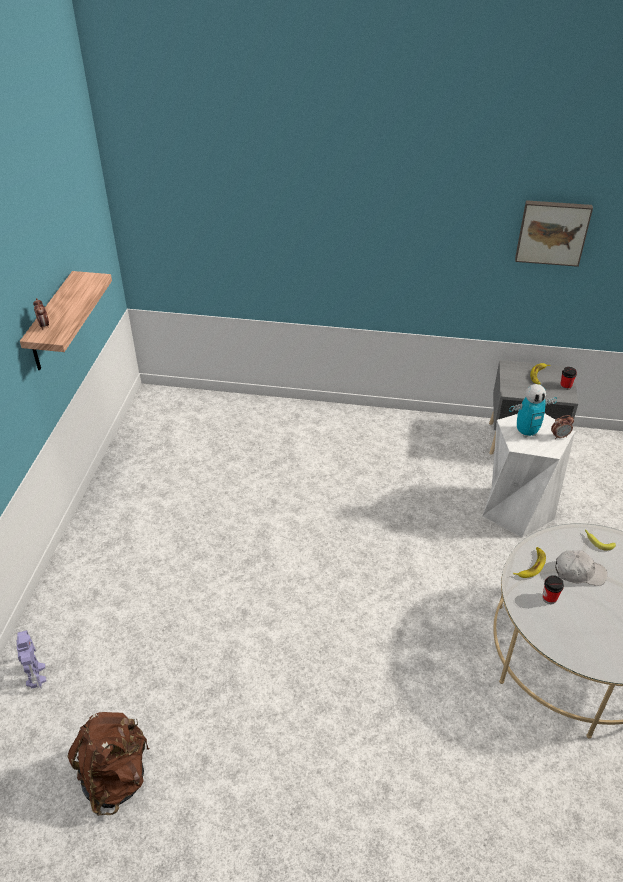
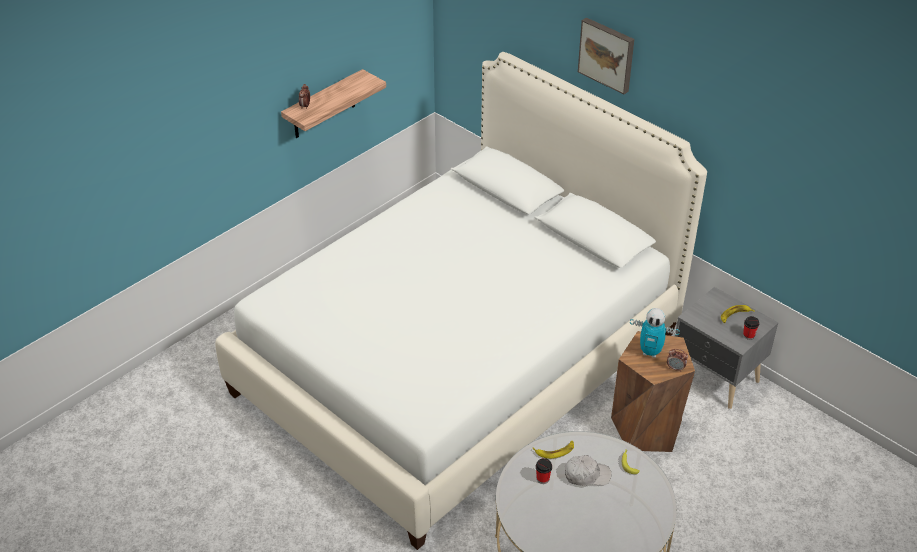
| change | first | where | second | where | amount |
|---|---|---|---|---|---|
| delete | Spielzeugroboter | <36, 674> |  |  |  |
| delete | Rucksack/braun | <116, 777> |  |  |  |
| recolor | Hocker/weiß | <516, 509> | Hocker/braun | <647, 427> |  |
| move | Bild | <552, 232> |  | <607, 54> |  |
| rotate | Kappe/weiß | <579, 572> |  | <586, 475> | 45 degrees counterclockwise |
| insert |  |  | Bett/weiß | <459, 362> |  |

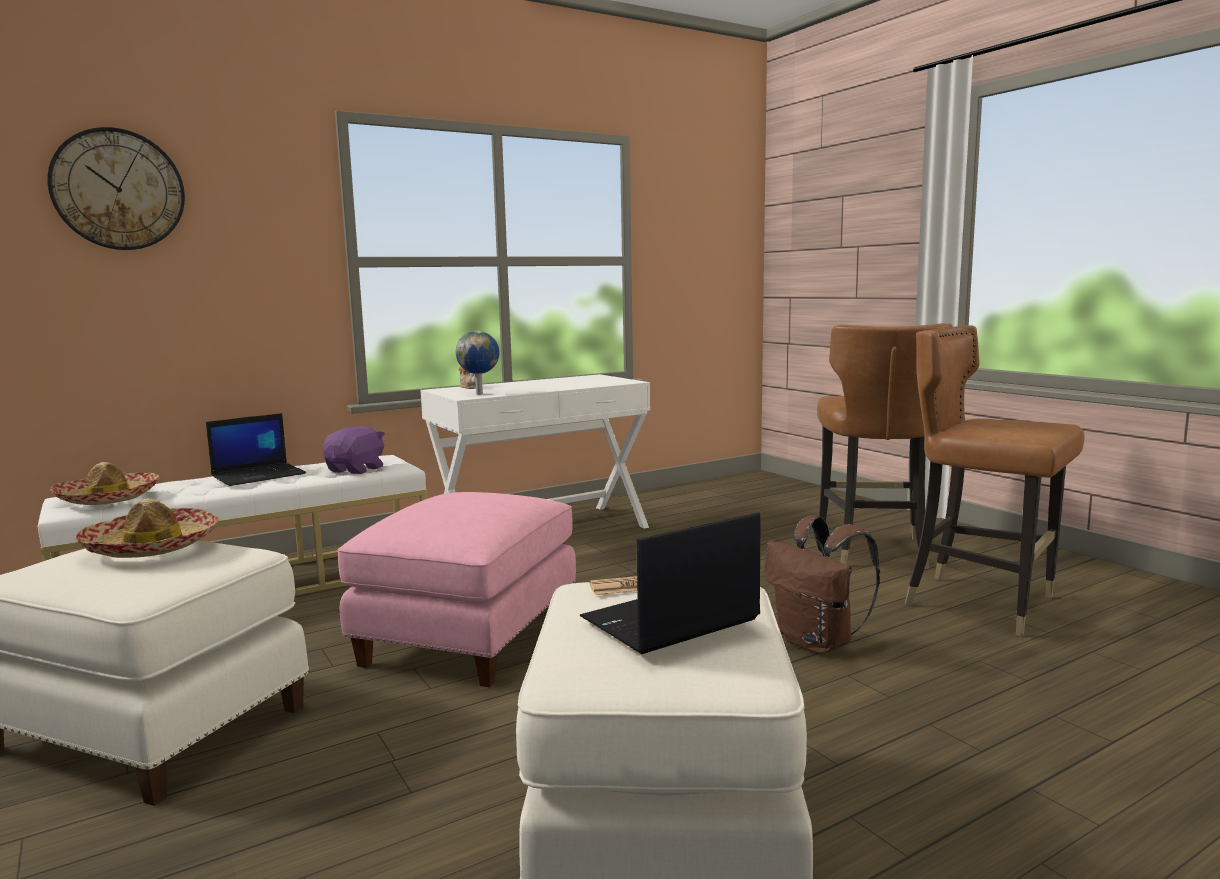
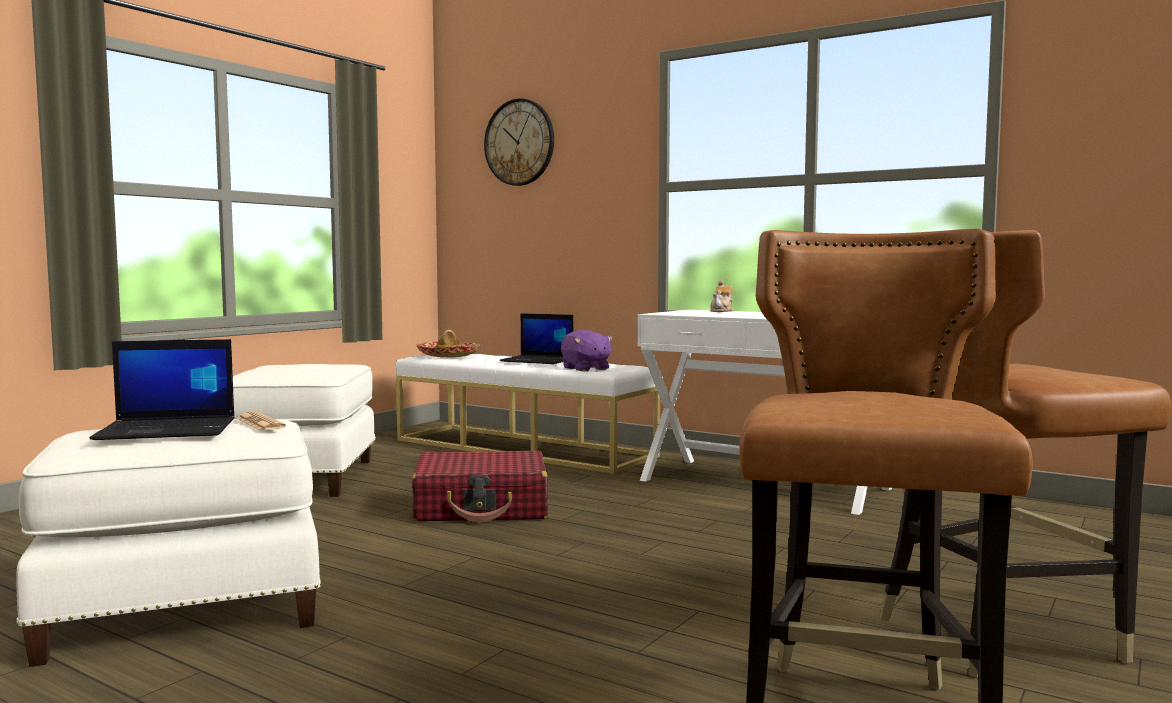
| change | first | where | second | where | amount |
|---|---|---|---|---|---|
| delete | Hut | <152, 547> |  |  |  |
| rotate | Plüschtier/lila | <356, 470> |  | <585, 369> | 60 degrees clockwise |
| replace | Polsterhocker/rosa | <468, 636> | Koffer/rot | <482, 507> |  |
| delete | Globus | <480, 393> |  |  |  |
| rotate | Laptop | <669, 620> |  | <169, 430> | 135 degrees clockwise |
| delete | Rucksack/braun | <818, 643> |  |  |  |

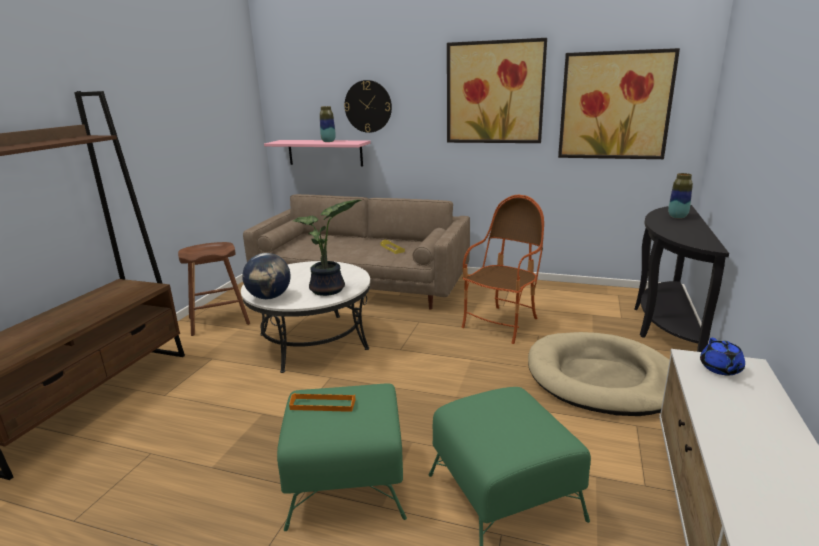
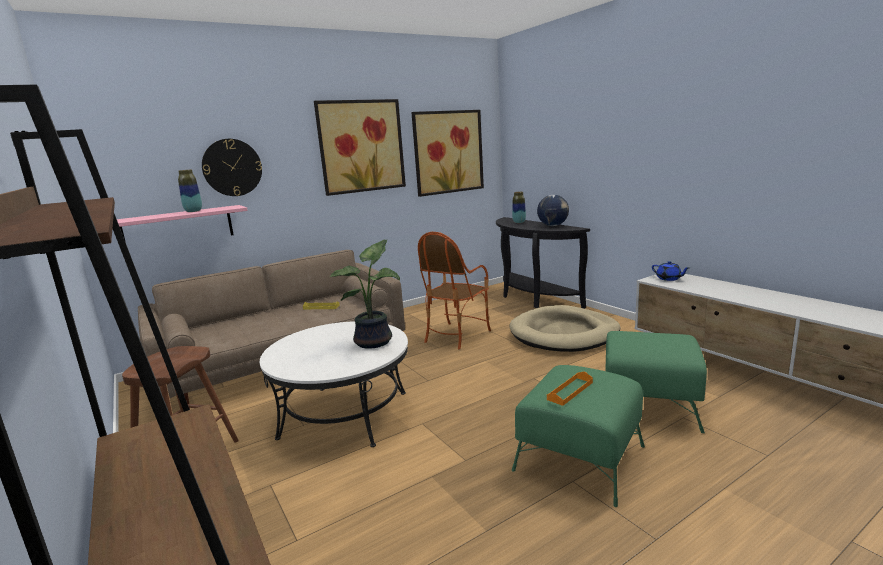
| change | first | where | second | where | amount |
|---|---|---|---|---|---|
| move | Globus | <269, 297> |  | <553, 225> |  |
| rotate | Sessel | <502, 324> |  | <456, 335> | 135 degrees counterclockwise |

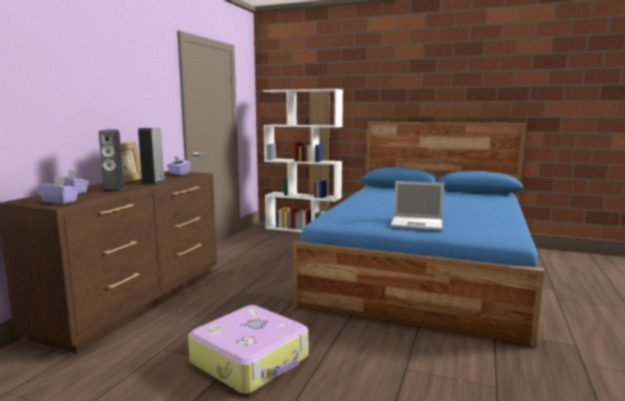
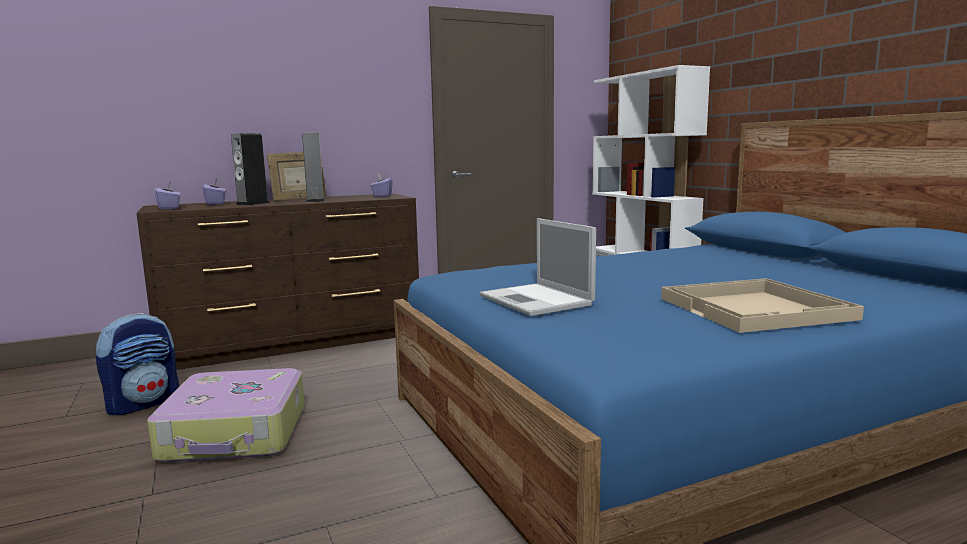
| change | first | where | second | where | amount |
|---|---|---|---|---|---|
| insert |  |  | Rucksack | <144, 403> |  |
| insert |  |  | Tablett/beige | <756, 308> |  |

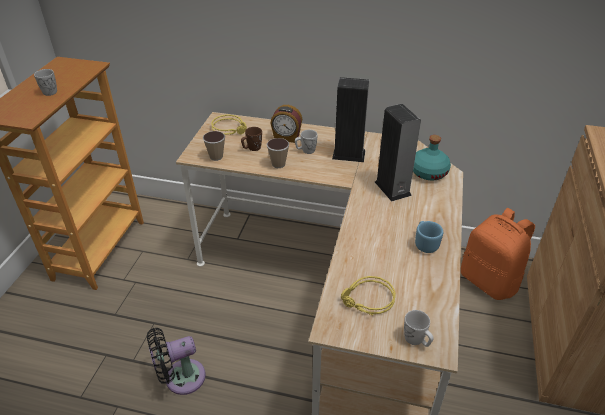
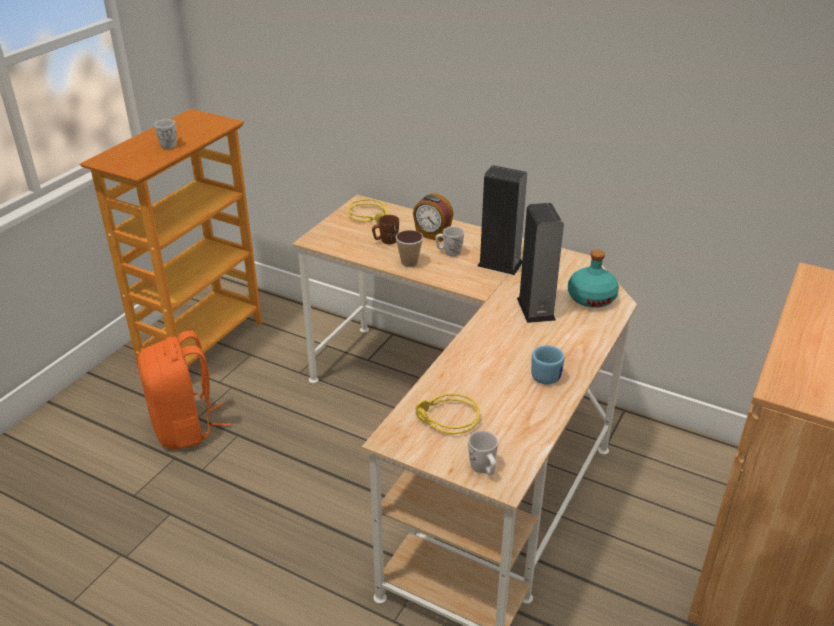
| change | first | where | second | where | amount |
|---|---|---|---|---|---|
| delete | Ventilator/schwarz | <180, 378> |  |  |  |
| delete | Tasse | <216, 157> |  |  |  |
| move | Rucksack/orange | <489, 281> |  | <186, 427> |  |

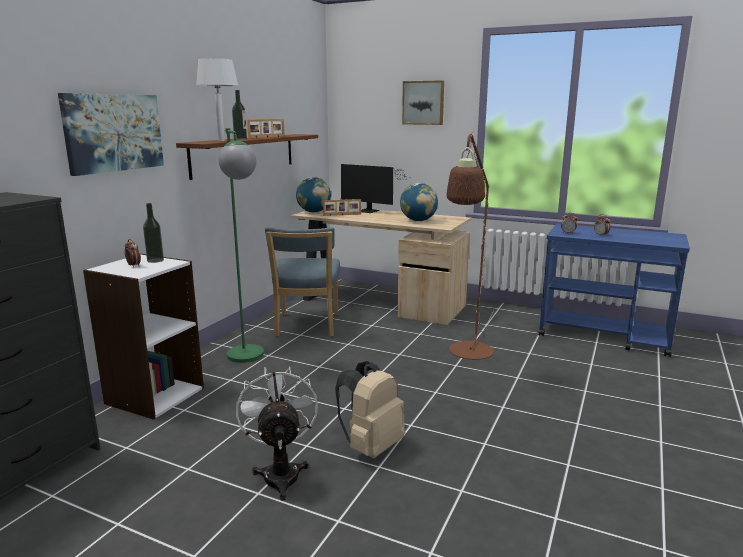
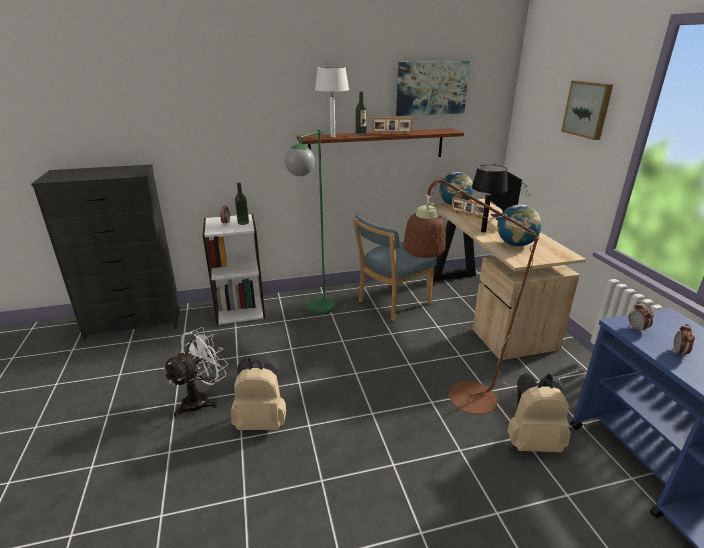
| change | first | where | second | where | amount |
|---|---|---|---|---|---|
| move | Bild | <113, 132> |  | <431, 88> |  |
| insert |  |  | Tischlampe/schwarz | <483, 231> |  |
| insert |  |  | Rucksack/beige | <532, 441> |  |

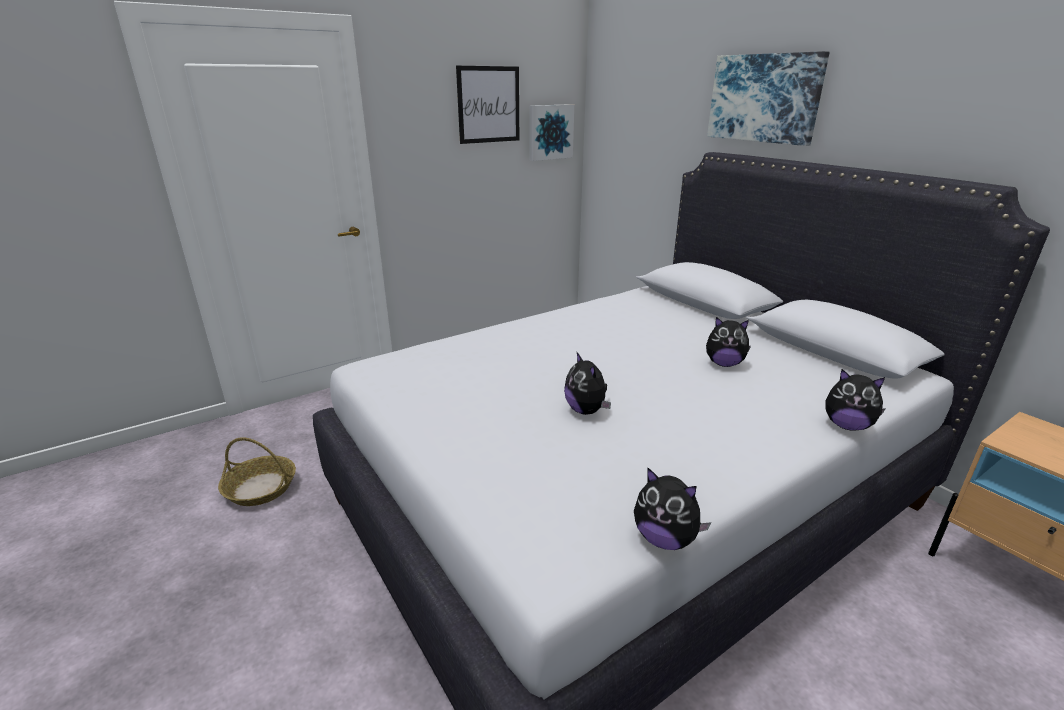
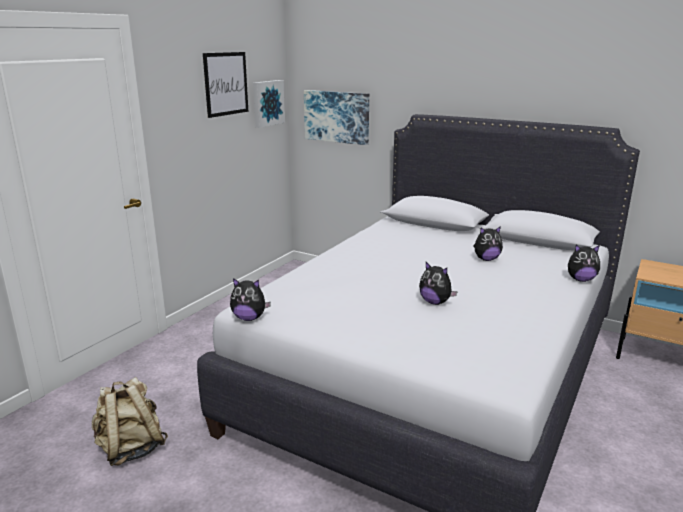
| change | first | where | second | where | amount |
|---|---|---|---|---|---|
| replace | Korb | <260, 488> | Rucksack/beige | <131, 449> |  |
| move | Plüschtier | <665, 539> |  | <249, 318> |  |
| move | Bild | <764, 98> |  | <337, 116> |  |

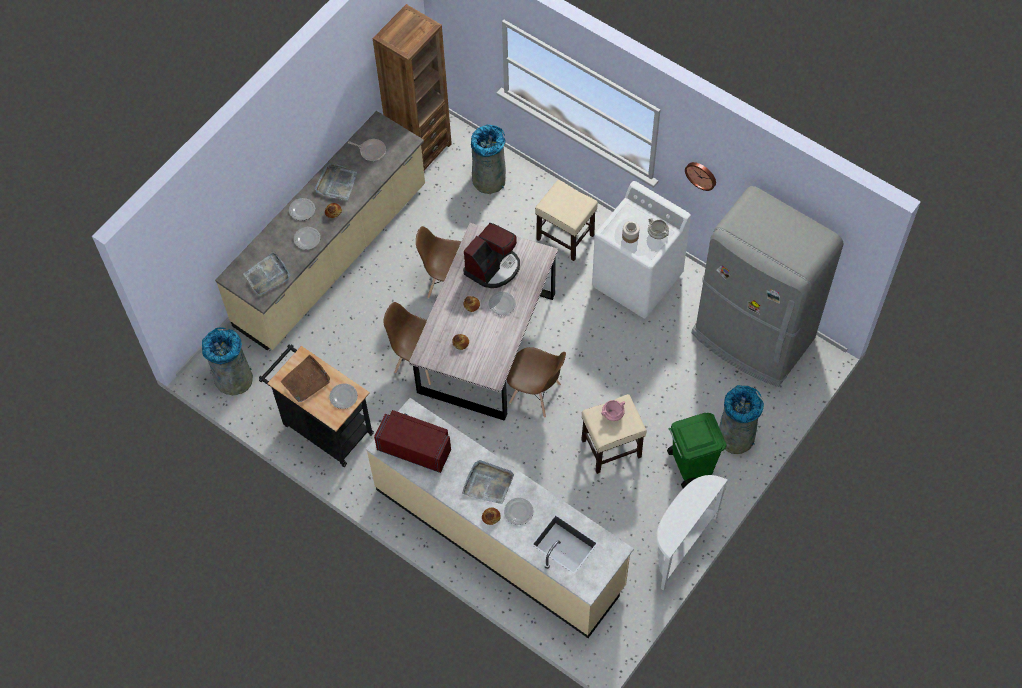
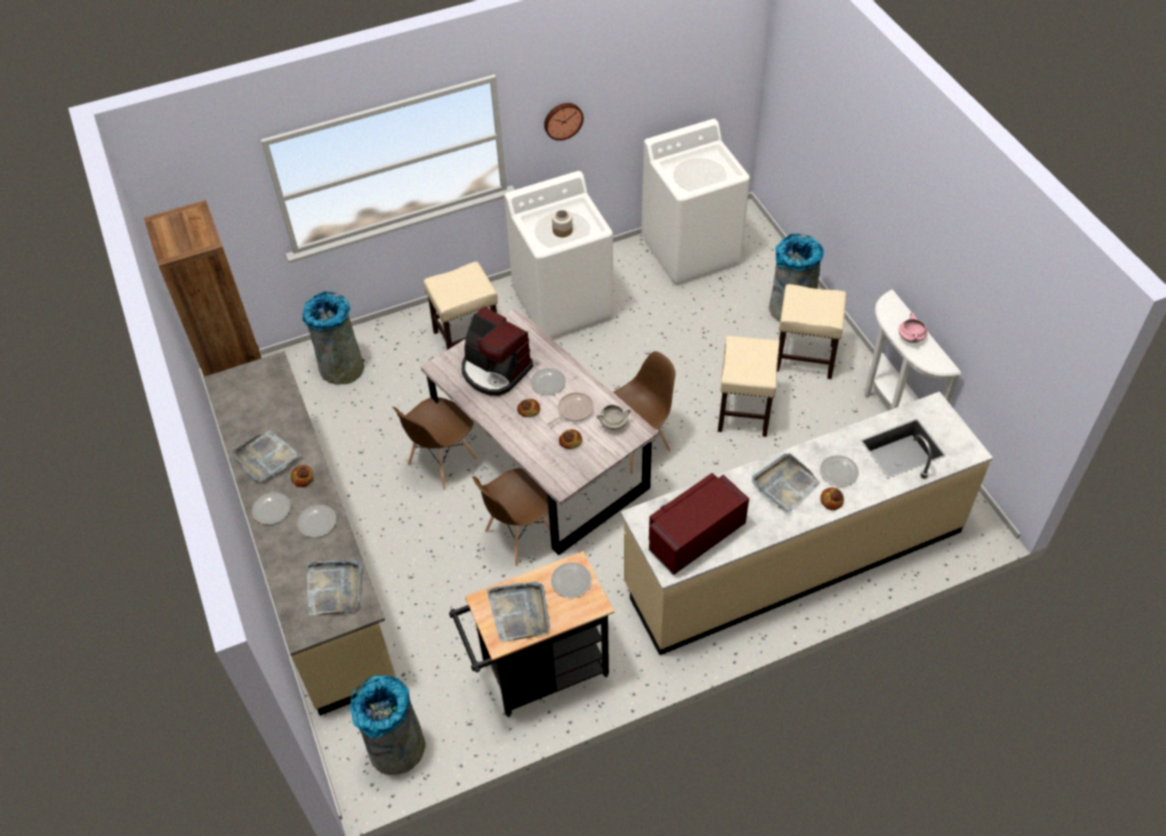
| change | first | where | second | where | amount |
|---|---|---|---|---|---|
| recolor | Tablett/braun | <306, 380> | Tablett/grau | <519, 612> |  |
| move | Pfanne | <371, 151> |  | <573, 410> |  |
| rotate | Kaffeemaschine | <493, 267> |  | <495, 370> | 150 degrees clockwise |
| move | Kochtopf/rosa | <612, 414> |  | <911, 338> |  |
| move | Kochtopf/weiß | <658, 234> |  | <613, 424> |  |
| replace | Mülleimer/grün | <691, 466> | Hocker/beige | <804, 358> |  |
| replace | Kühlschrank/grau | <752, 337> | Waschmaschine/weiß | <691, 251> |  |

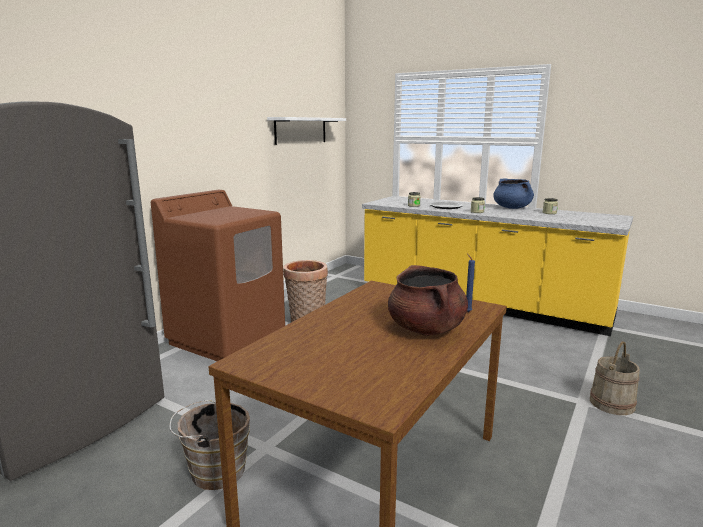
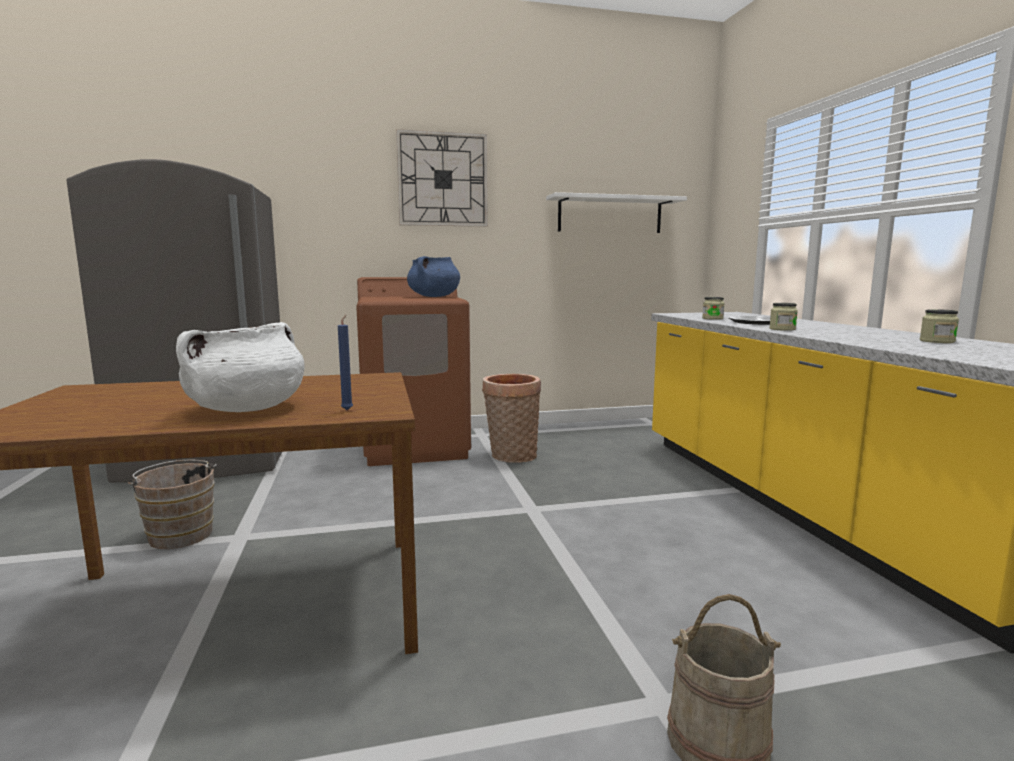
| change | first | where | second | where | amount |
|---|---|---|---|---|---|
| recolor | Kochtopf/braun | <426, 329> | Kochtopf/weiß | <247, 409> |  |
| move | Kochtopf/blau | <512, 208> |  | <434, 296> |  |
| insert |  |  | Wanduhr | <443, 179> |  |

